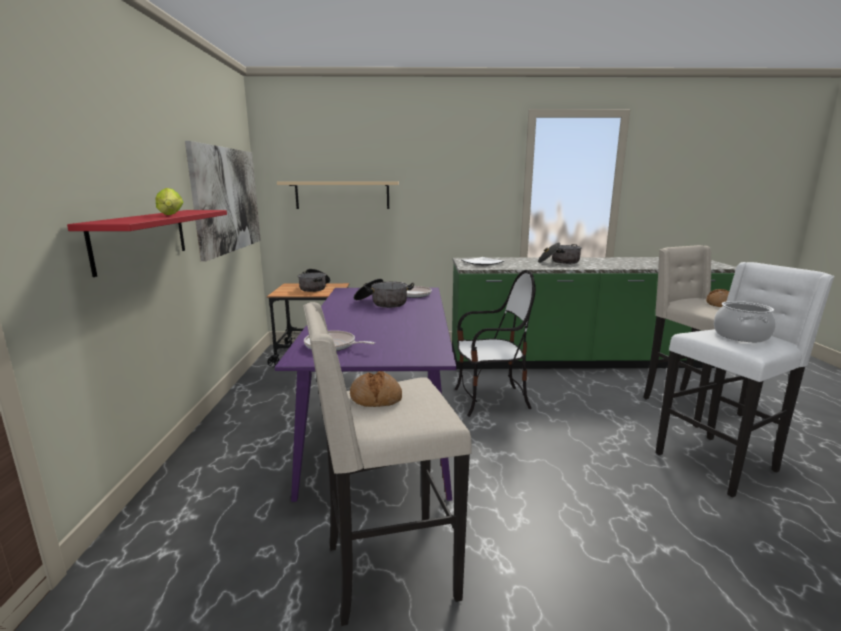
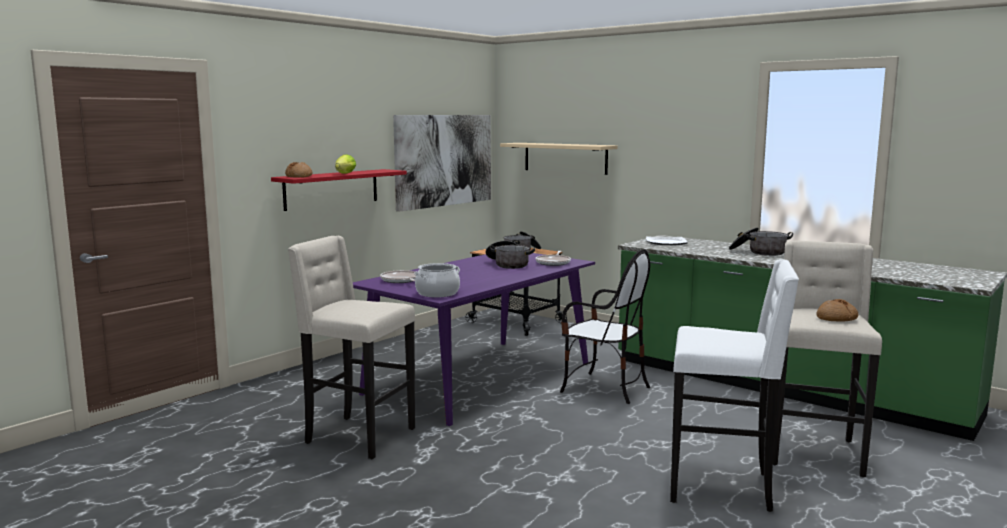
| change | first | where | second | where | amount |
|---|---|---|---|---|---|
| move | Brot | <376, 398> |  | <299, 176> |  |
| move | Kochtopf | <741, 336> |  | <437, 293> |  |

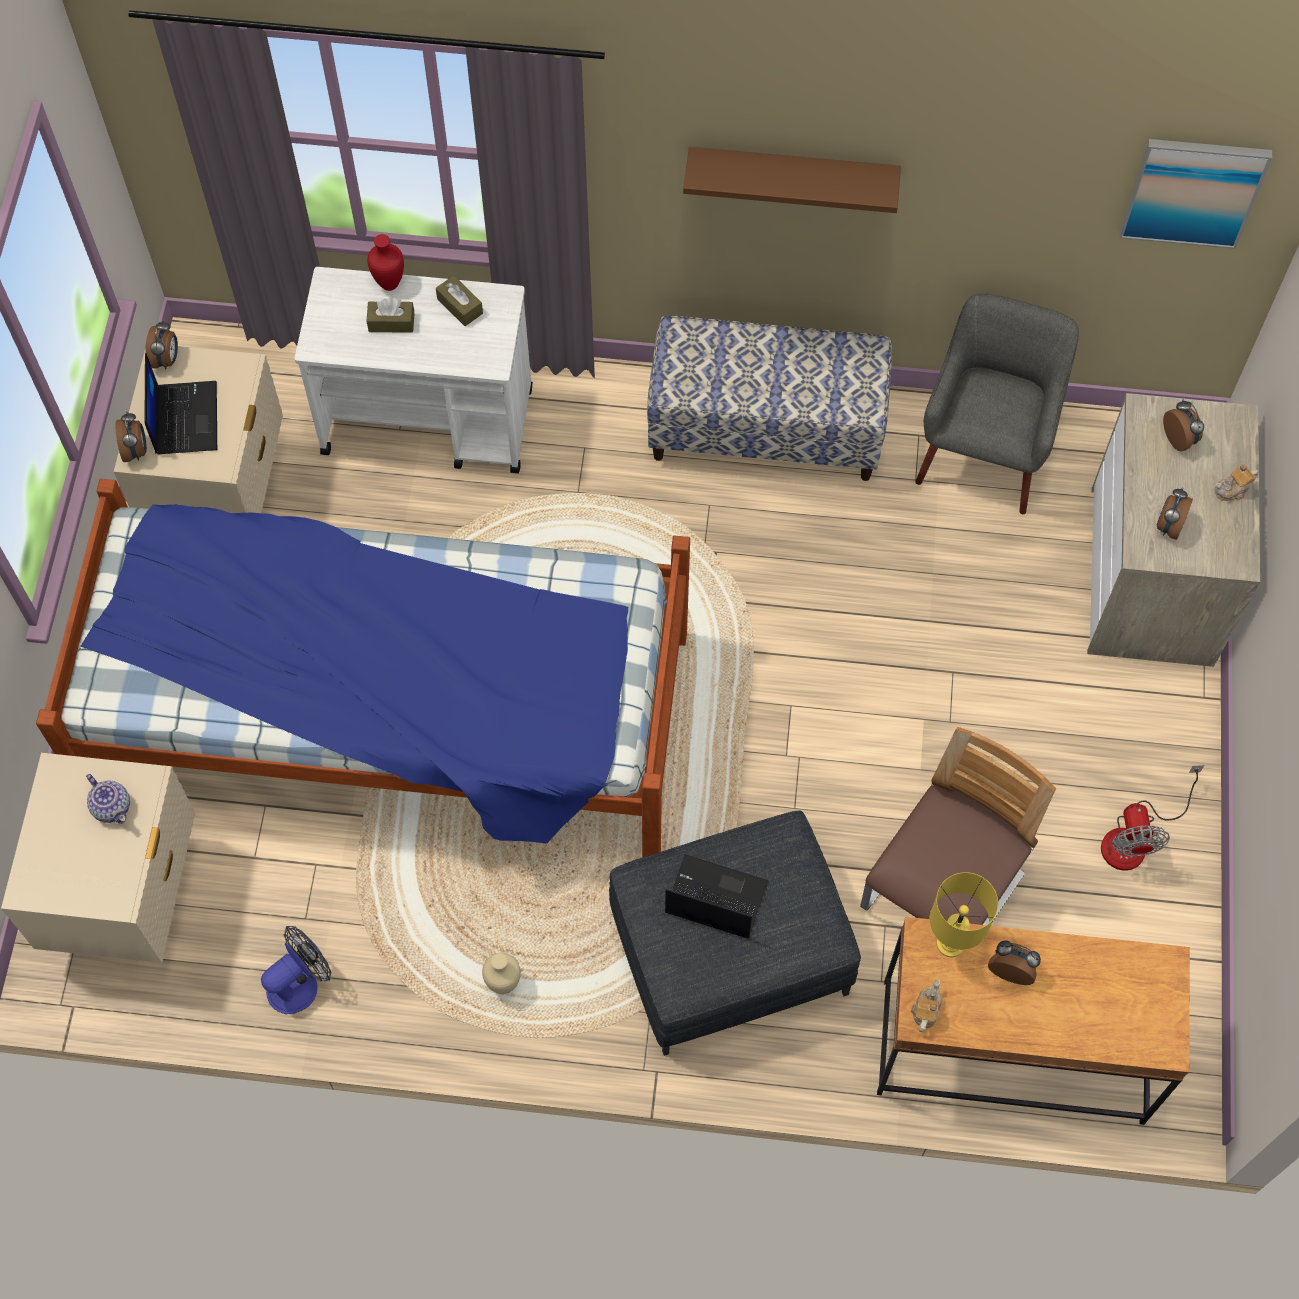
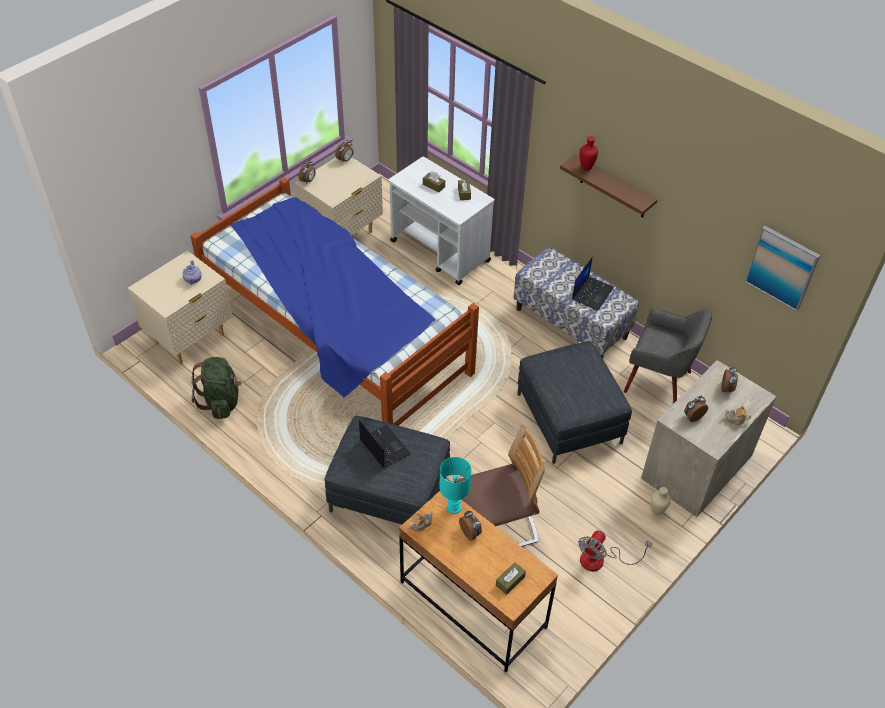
| change | first | where | second | where | amount |
|---|---|---|---|---|---|
| move | Laptop | <185, 417> |  | <592, 293> |  |
| replace | Ventilator | <300, 983> | Rucksack/grün | <221, 401> |  |
| move | Vase/rot | <389, 285> |  | <586, 168> |  |
| move | Vase/beige | <503, 986> |  | <656, 512> |  |
| rotate | Sessel/grau | <984, 454> |  | <658, 381> | 60 degrees clockwise |
| recolor | Tischlampe/gelb | <949, 943> | Tischlampe/türkis | <454, 507> |  |
| insert |  |  | Taschentuchbox/braun | <510, 581> |  |
| insert |  |  | Polsterhocker/grau | <568, 418> |  |

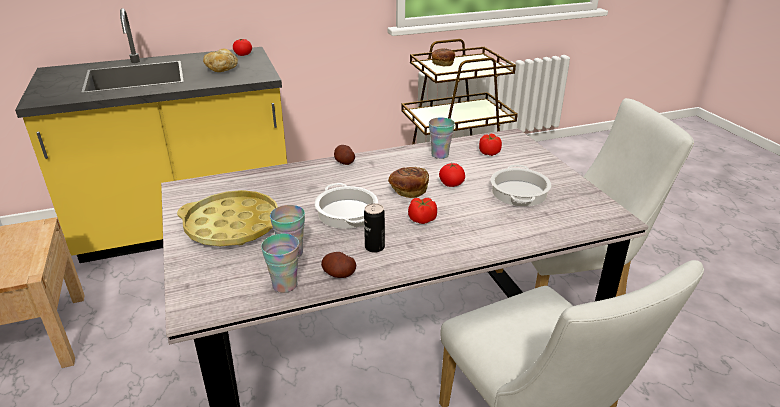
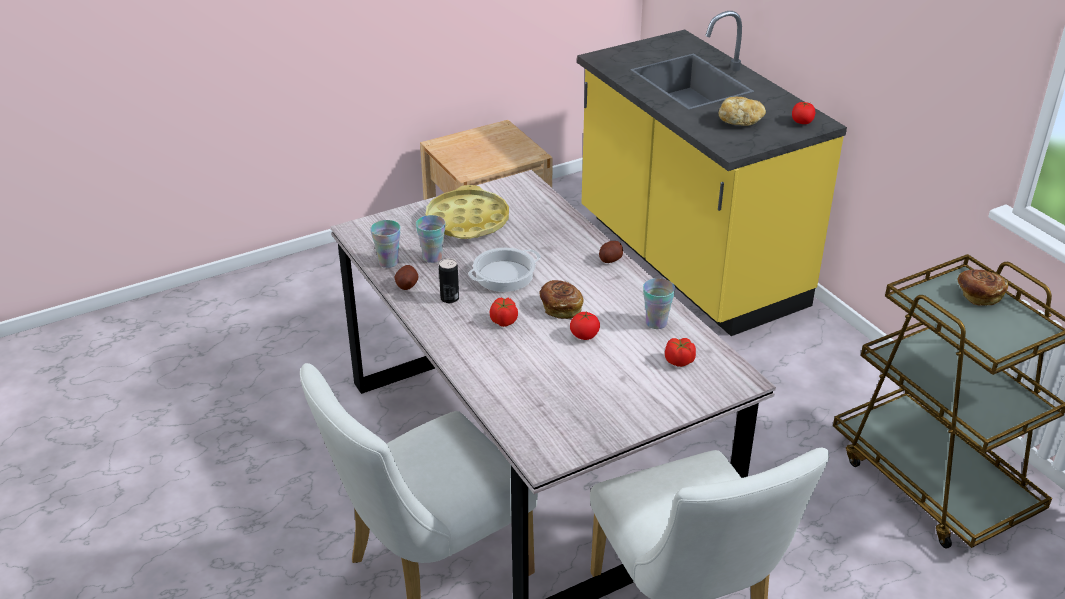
| change | first | where | second | where | amount |
|---|---|---|---|---|---|
| delete | Kochtopf | <518, 192> |  |  |  |

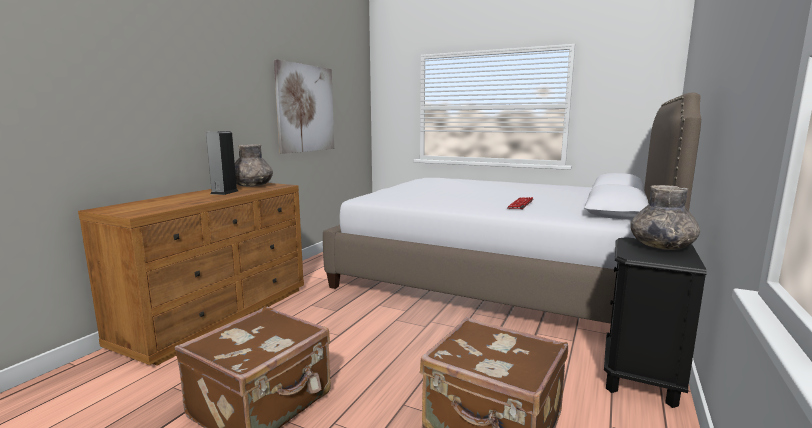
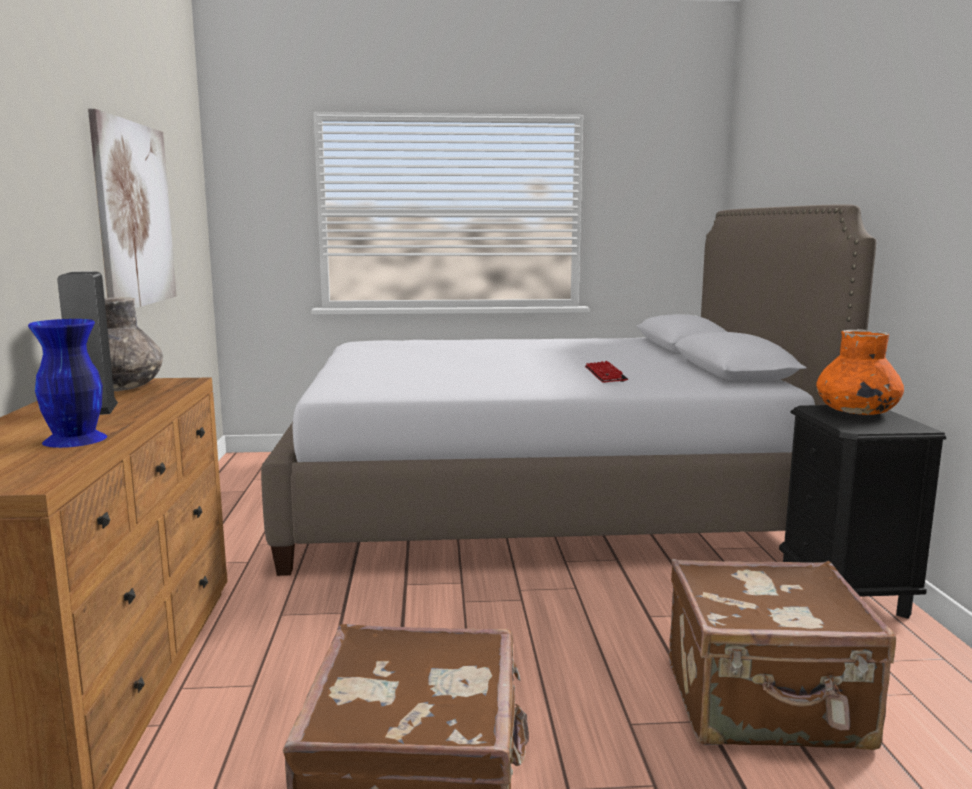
| change | first | where | second | where | amount |
|---|---|---|---|---|---|
| recolor | Vase/grau | <661, 246> | Vase/orange | <856, 412> |  |
| insert |  |  | Vase/blau | <73, 439> |  |

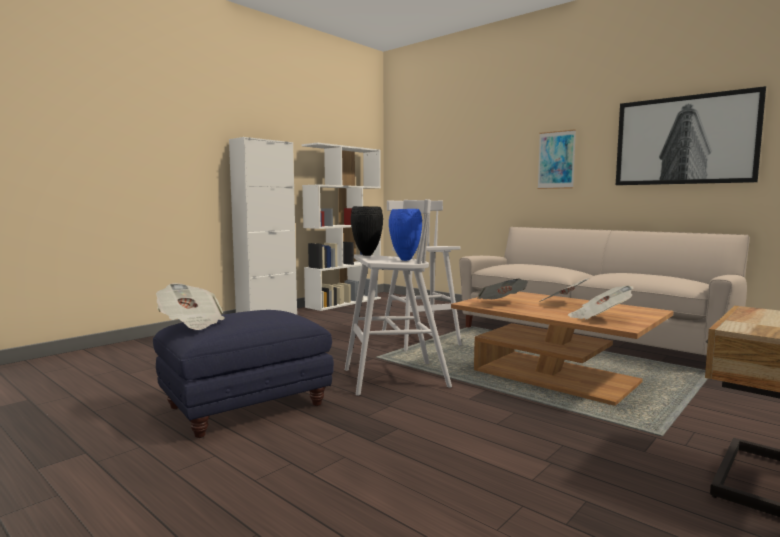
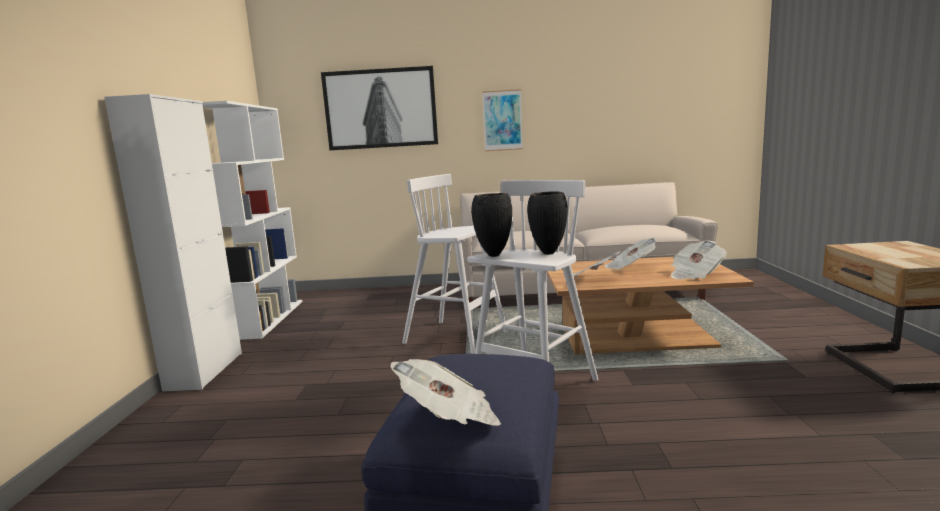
| change | first | where | second | where | amount |
|---|---|---|---|---|---|
| recolor | Vase/blau | <404, 260> | Vase/schwarz | <547, 253> |  |
| move | Bild | <685, 140> |  | <381, 108> |  |

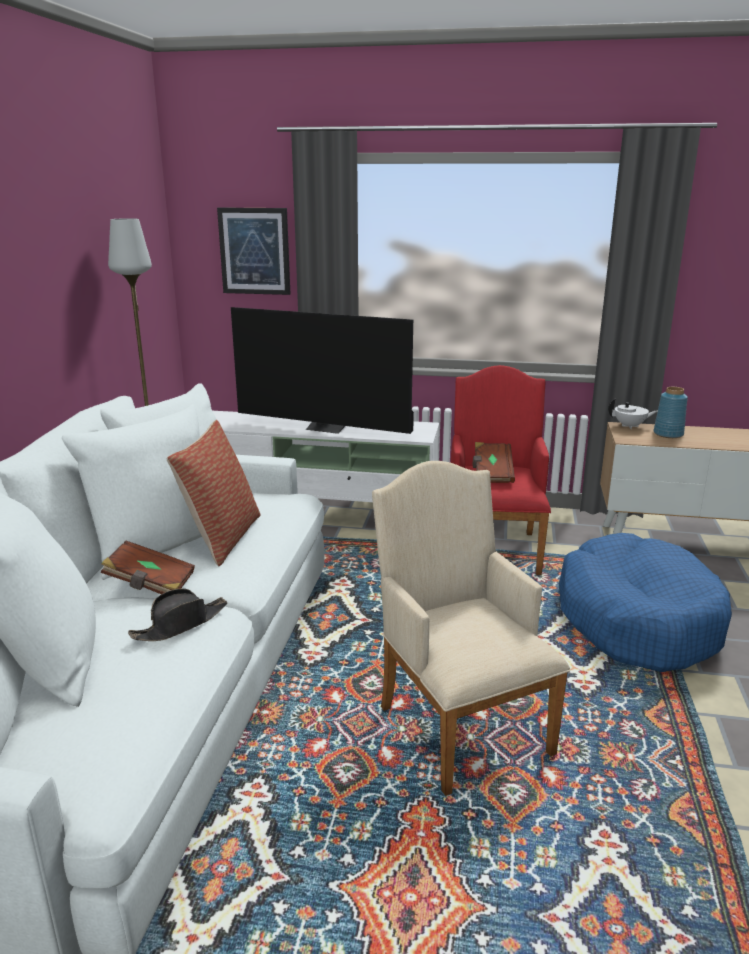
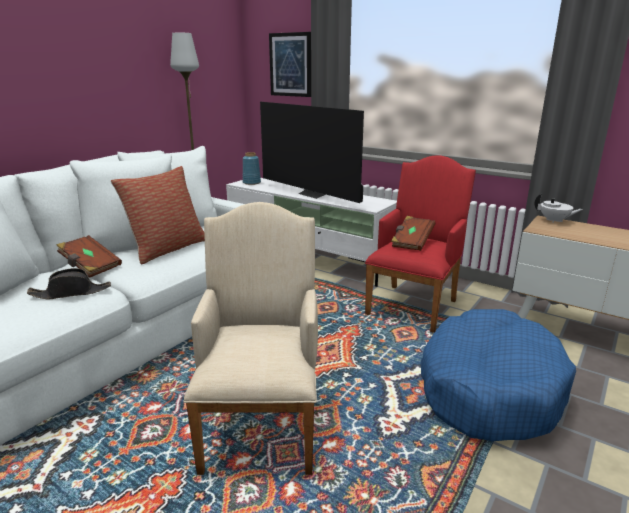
| change | first | where | second | where | amount |
|---|---|---|---|---|---|
| move | Vase/blau | <668, 434> |  | <252, 182> |  |

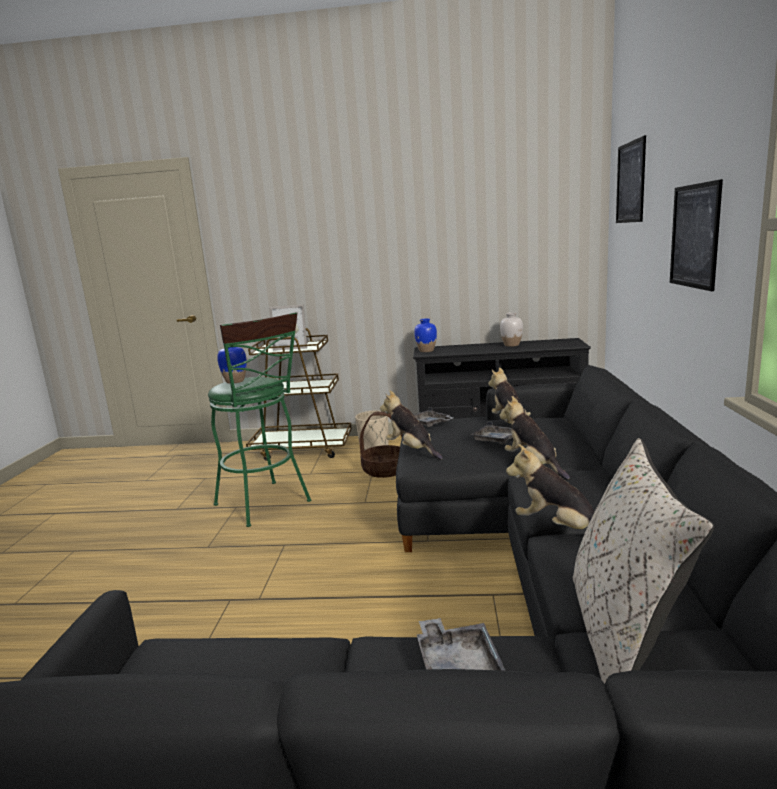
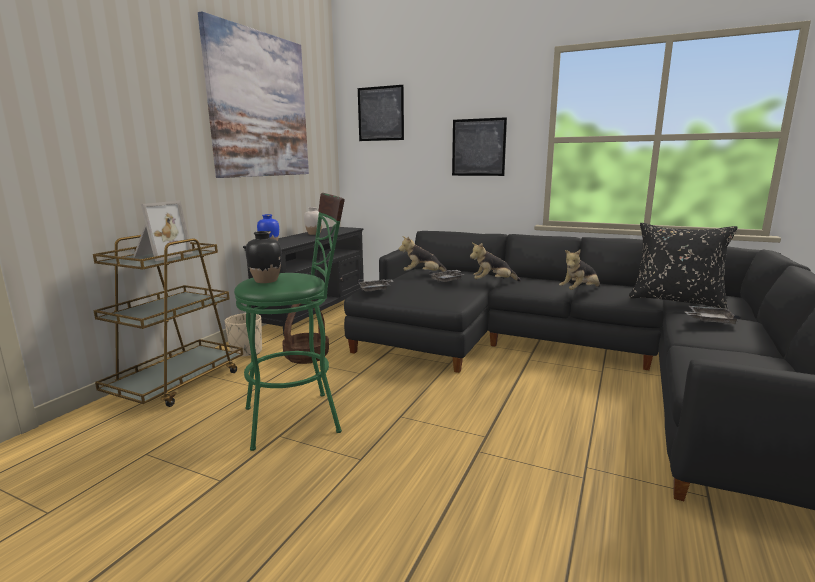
| change | first | where | second | where | amount |
|---|---|---|---|---|---|
| recolor | Vase/blau | <235, 381> | Vase/schwarz | <266, 280> |  |
| delete | Plüschtier | <411, 450> |  |  |  |
| recolor | Kissen/beige | <624, 638> | Kissen/schwarz | <675, 300> |  |
| insert |  |  | Bild | <259, 105> |  |

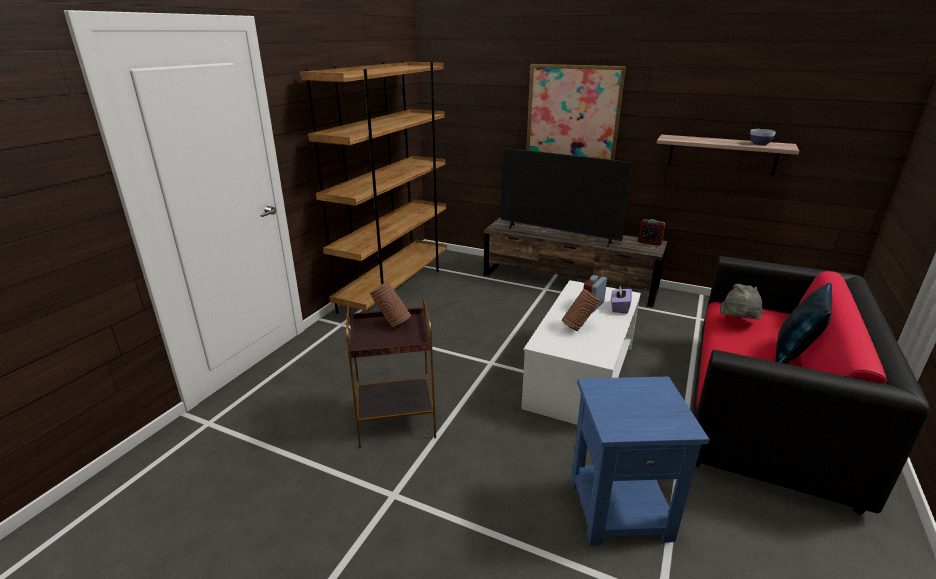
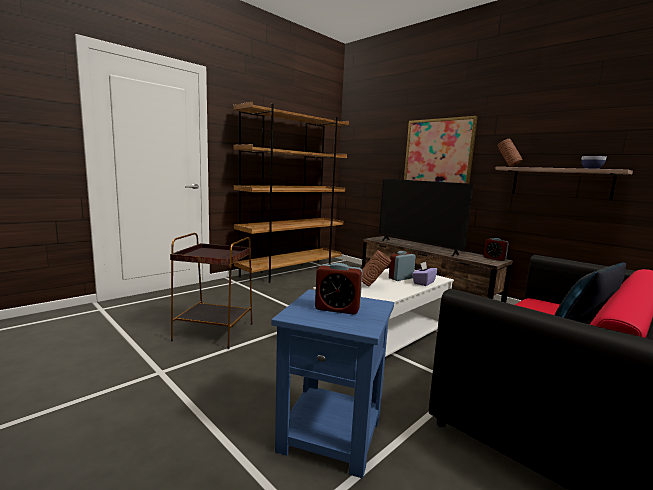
| change | first | where | second | where | amount |
|---|---|---|---|---|---|
| move | Vase/braun | <391, 324> |  | <507, 167> |  |
| delete | Hut/grau | <738, 322> |  |  |  |
| insert |  |  | Wecker | <337, 309> |  |

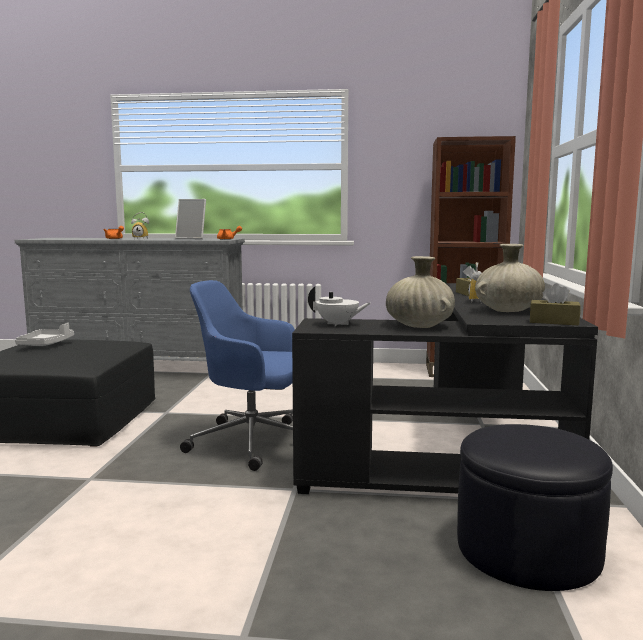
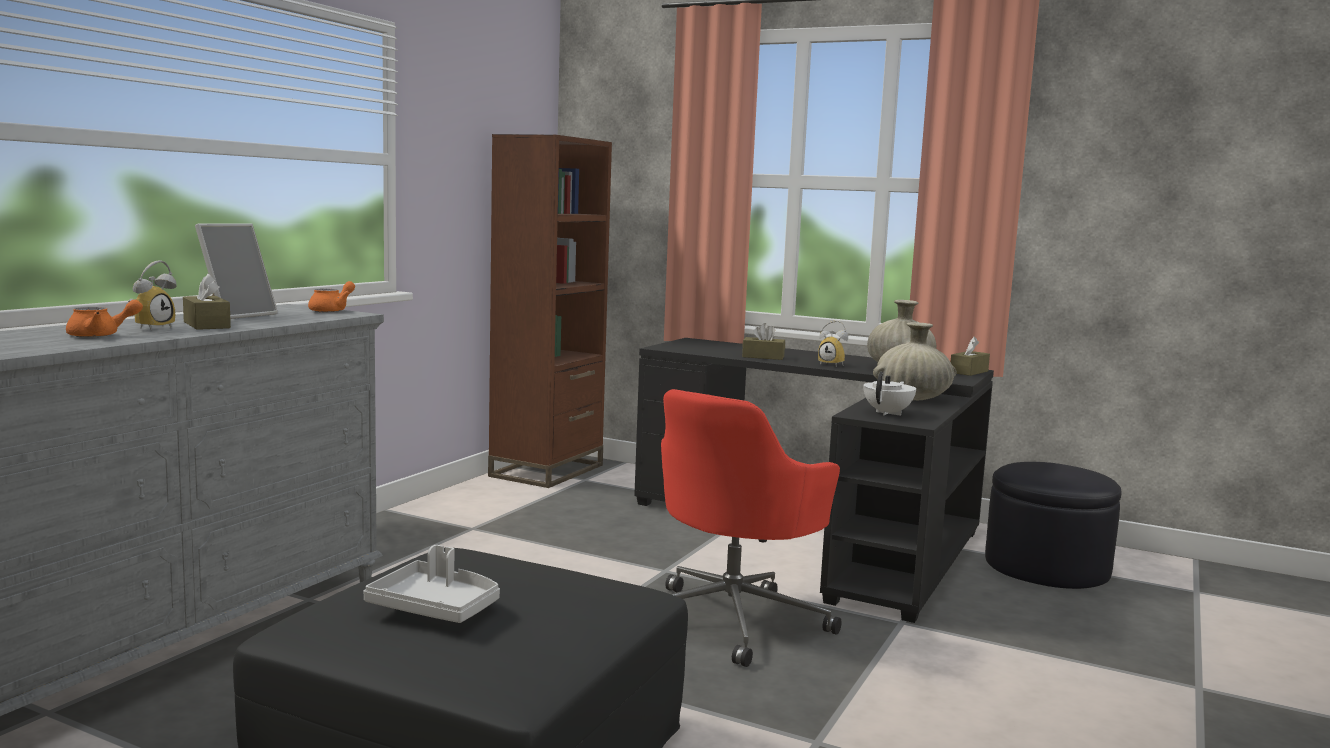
| change | first | where | second | where | amount |
|---|---|---|---|---|---|
| recolor | Bürostuhl/blau | <253, 442> | Bürostuhl/rot | <733, 620> |  |
| insert |  |  | Taschentuchbox/braun | <206, 325> |  |

